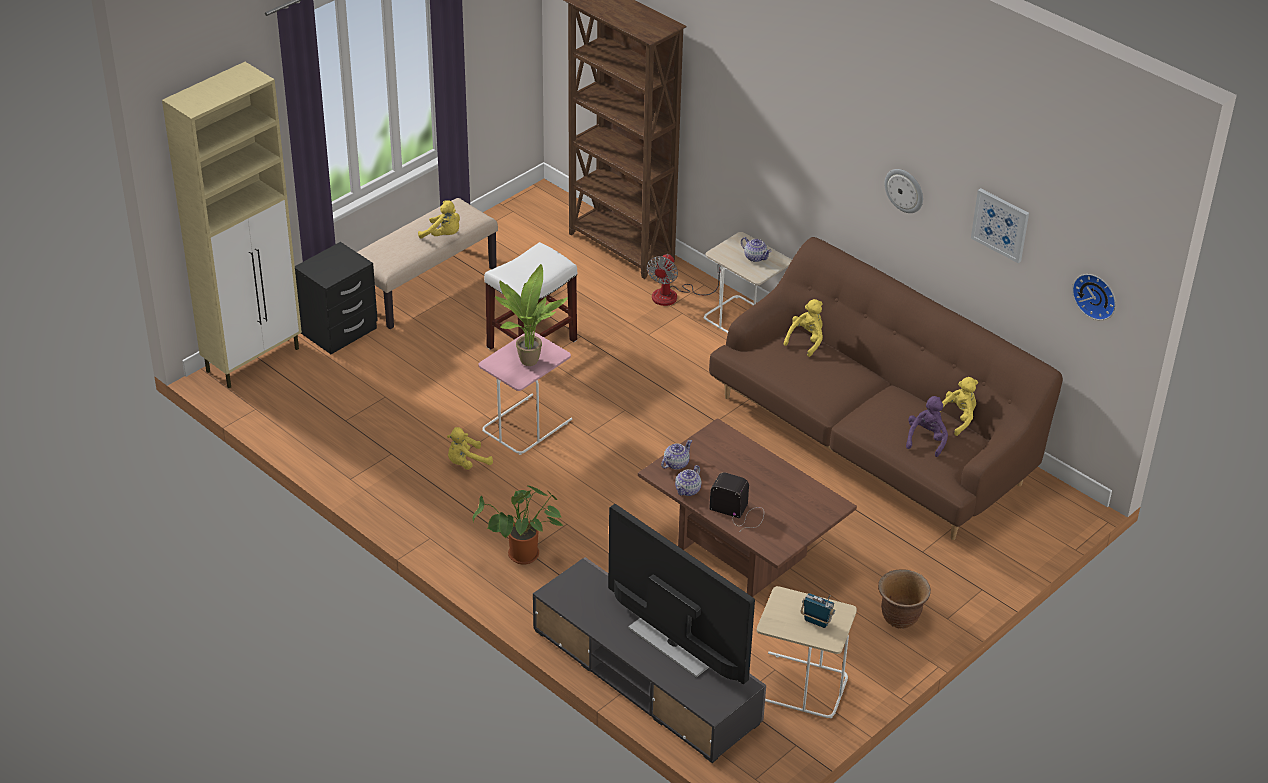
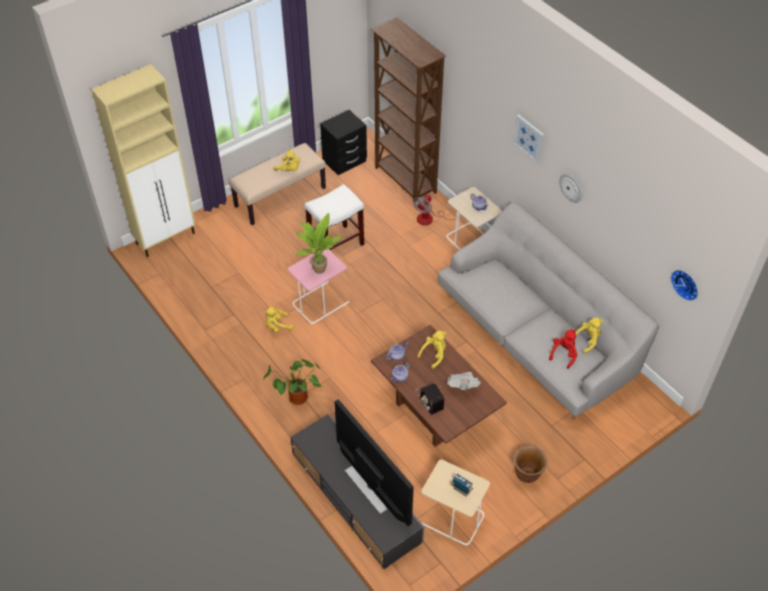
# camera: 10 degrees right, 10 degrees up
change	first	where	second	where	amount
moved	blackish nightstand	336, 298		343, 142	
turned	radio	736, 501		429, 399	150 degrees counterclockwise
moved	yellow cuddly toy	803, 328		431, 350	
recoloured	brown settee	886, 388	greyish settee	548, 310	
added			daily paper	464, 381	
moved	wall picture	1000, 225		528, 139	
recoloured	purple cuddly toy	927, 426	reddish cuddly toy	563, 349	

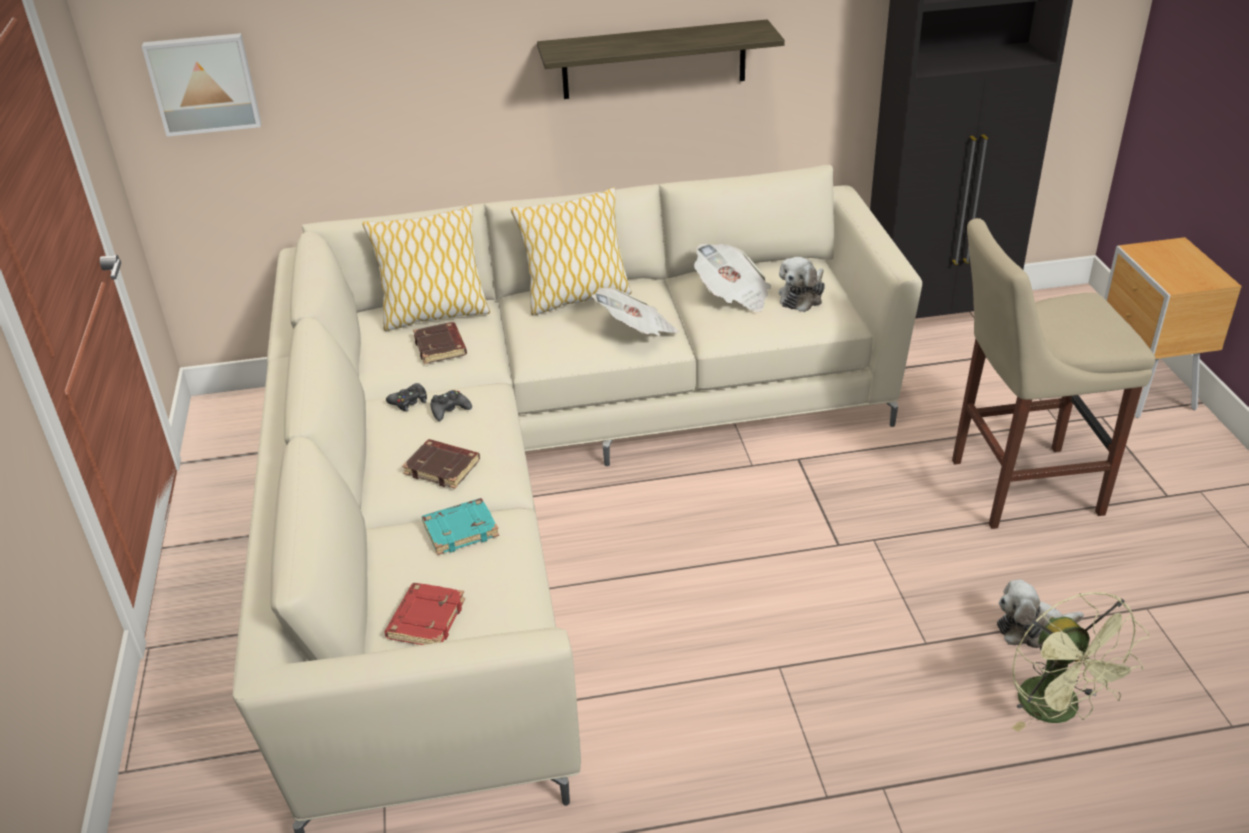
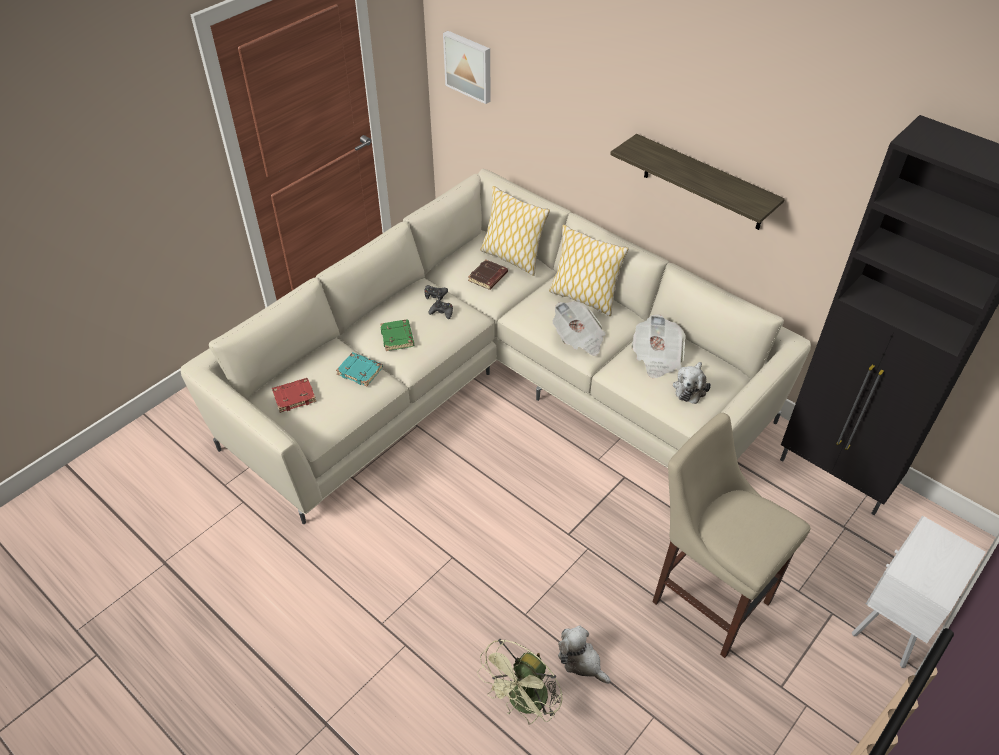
# camera: 50 degrees right, 10 degrees up
change	first	where	second	where	amount
recoloured	brown bound book	441, 464	greenish bound book	397, 335	
turned	cuddly toy	802, 284		692, 383	60 degrees counterclockwise
recoloured	brown nightstand	1173, 327	white nightstand	919, 592	

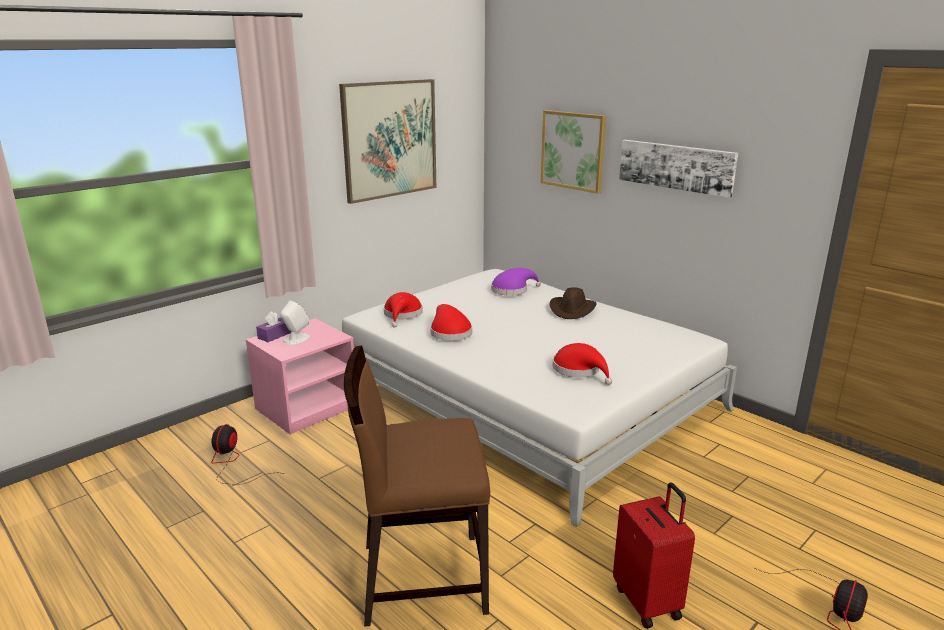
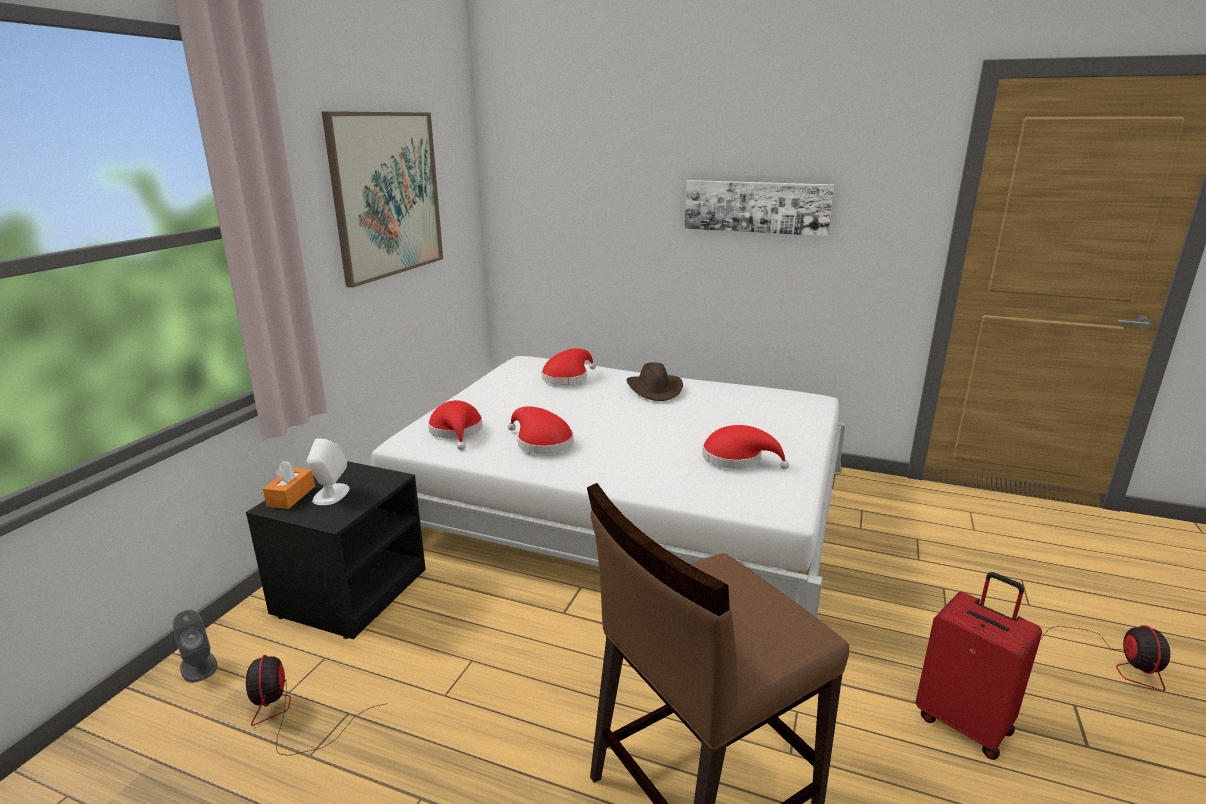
# camera: 25 degrees left, 0 degrees up
change	first	where	second	where	amount
added			greyish speaker	195, 646	
recoloured	pinkish nightstand	299, 376	blackish nightstand	336, 550	
recoloured	purple tissue holder	273, 326	orange tissue holder	289, 484	
recoloured	purple wearable hat	516, 281	reddish wearable hat	569, 366	
removed	wall picture	573, 152			

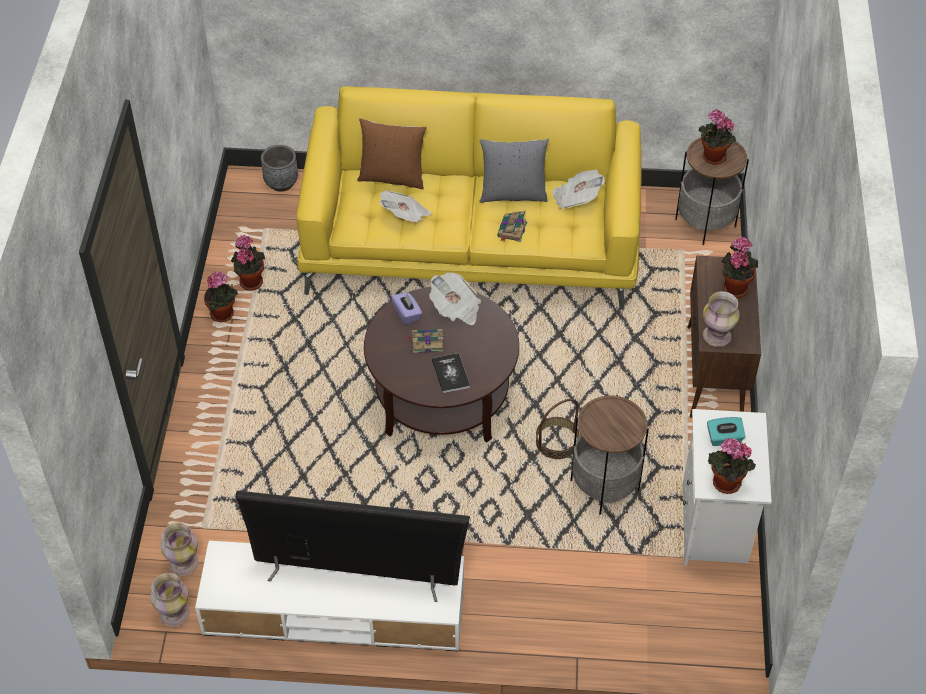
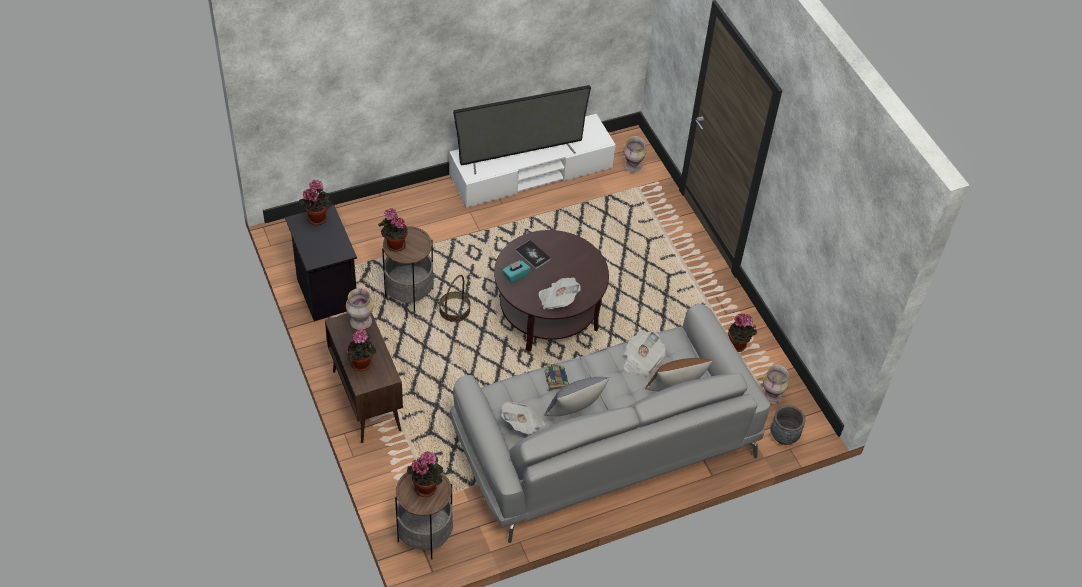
# camera: 150 degrees right, 0 degrees up
change	first	where	second	where	amount
recoloured	white nightstand	727, 487	blackish nightstand	321, 263	
moved	houseplant	221, 296		393, 230	
recoloured	yellow settee	469, 197	greyish settee	610, 423	
moved	turquoise tissue holder	726, 431		516, 271	
moved	flower vase	169, 600		775, 384	
removed	purple tissue holder	406, 308			
removed	bound book	424, 341			

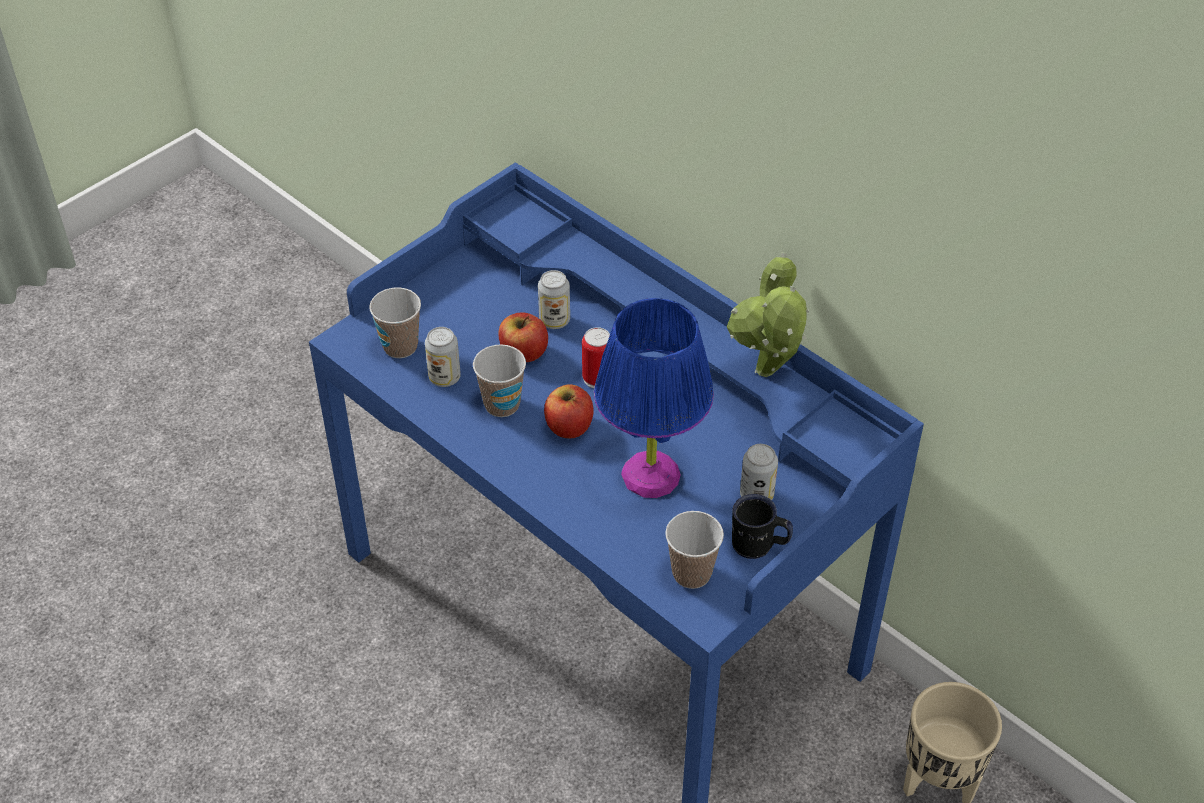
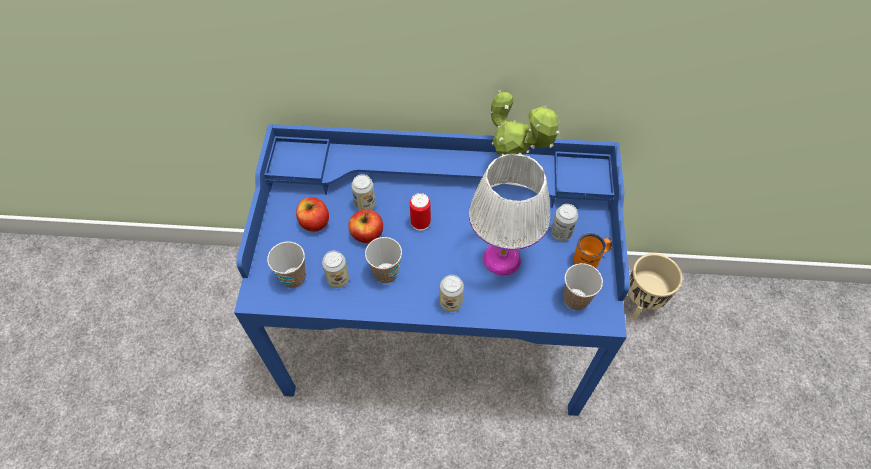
# camera: 40 degrees left, 10 degrees up
change	first	where	second	where	amount
moved	whole apple	569, 411		312, 214	
added			metal can	452, 293	
recoloured	blue-coloured lamp for a table	654, 398	white lamp for a table	509, 214	
recoloured	blackish coffee mug	762, 526	orange coffee mug	592, 250	

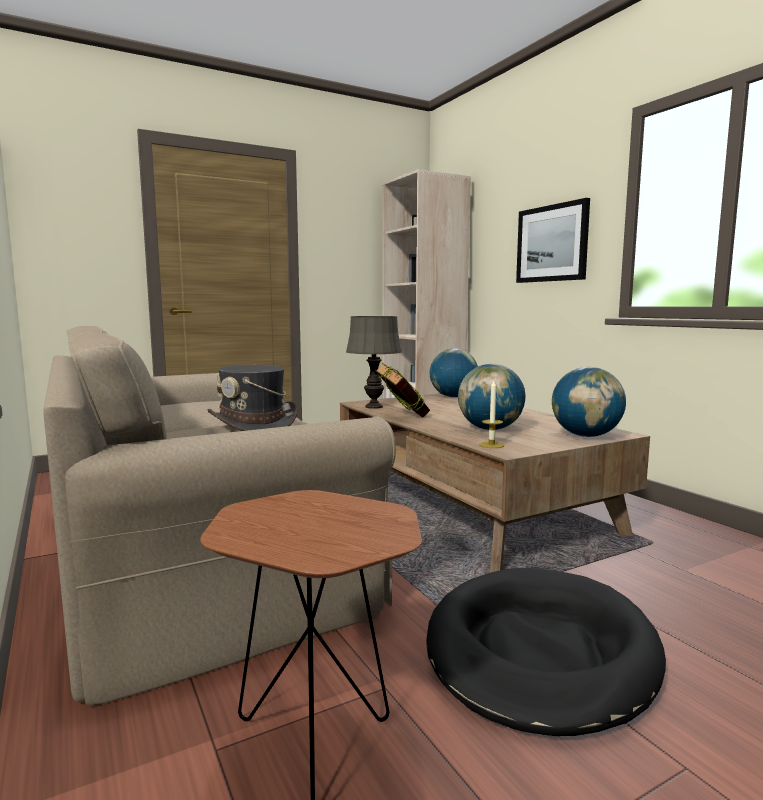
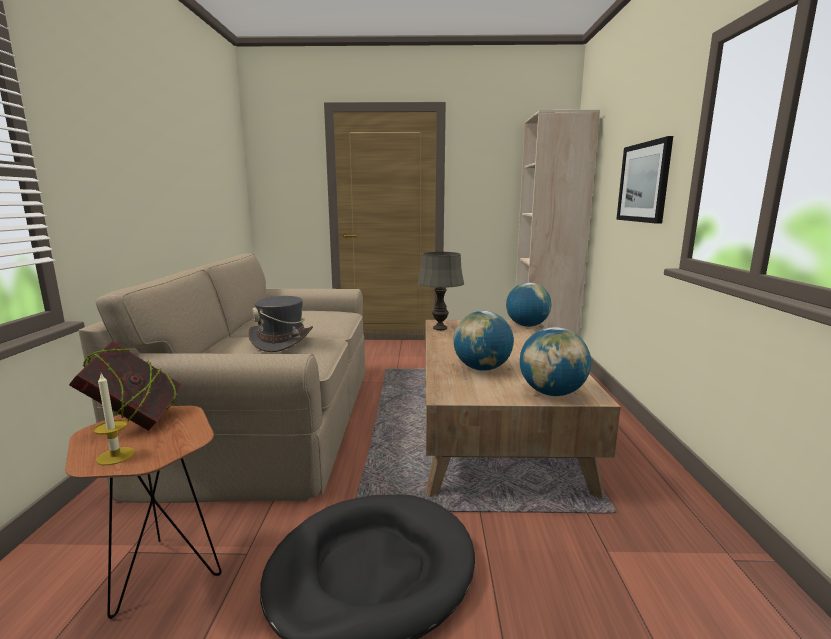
# camera: 30 degrees right, 5 degrees up
change	first	where	second	where	amount
moved	bound book	402, 390		125, 386	
moved	candle	491, 414		114, 419	

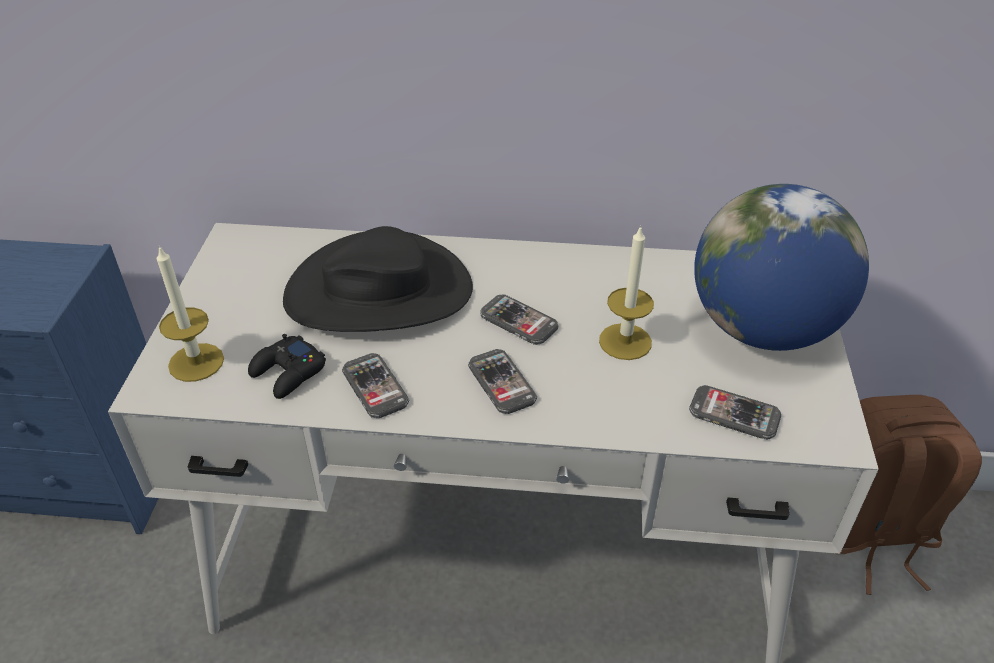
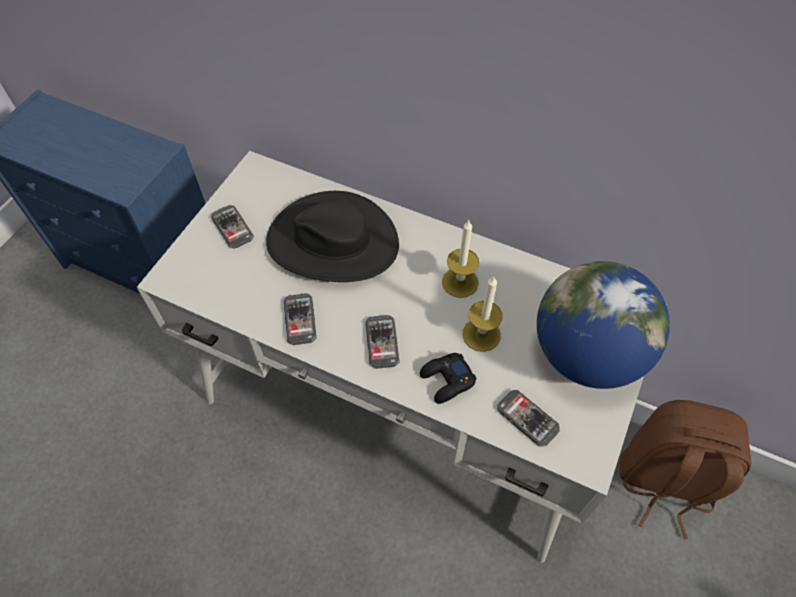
# camera: 20 degrees right, 15 degrees up
change	first	where	second	where	amount
moved	telephone	519, 319		232, 226	
moved	blackish gamepad	287, 366		448, 378	
moved	candle	190, 313		460, 259	

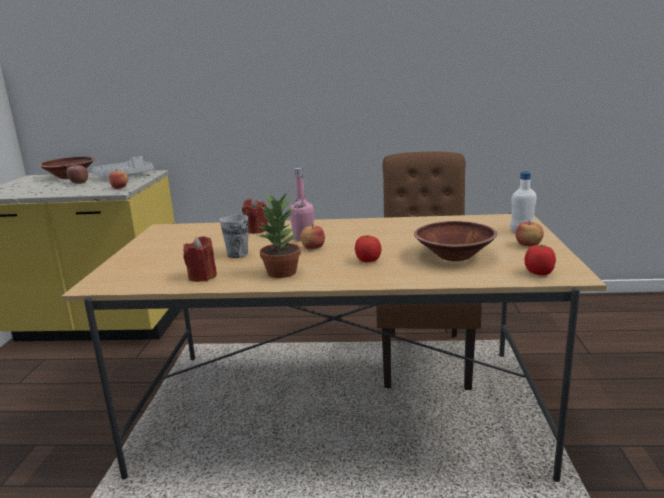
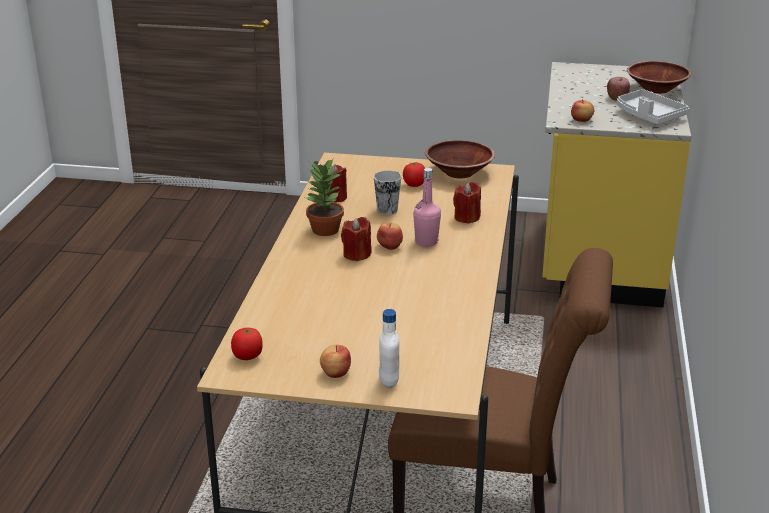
# camera: 95 degrees right, 10 degrees up
change	first	where	second	where	amount
added			reddish candle	356, 239	
moved	tomato	368, 248		414, 174	
moved	brown bowl	455, 241		460, 159	

